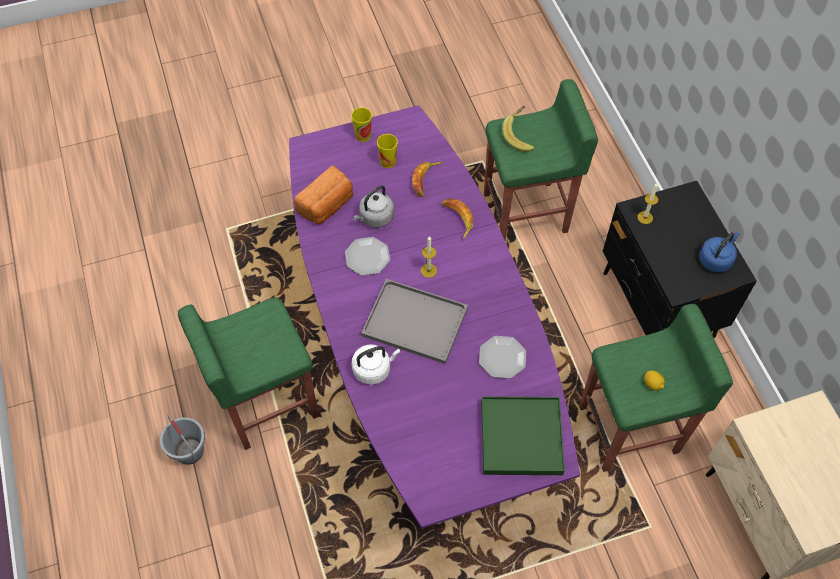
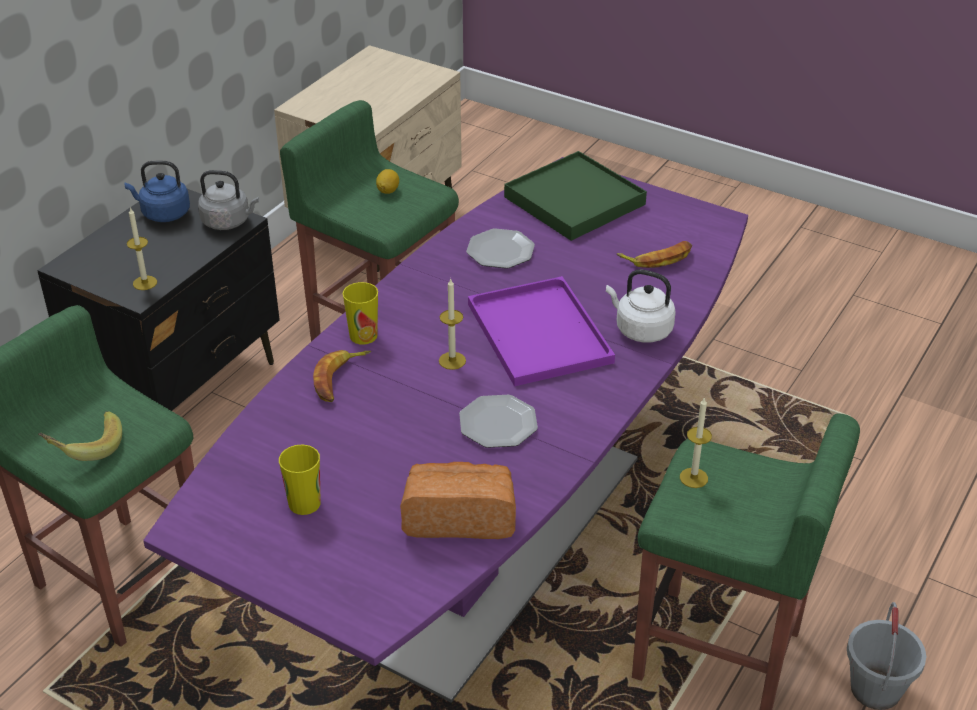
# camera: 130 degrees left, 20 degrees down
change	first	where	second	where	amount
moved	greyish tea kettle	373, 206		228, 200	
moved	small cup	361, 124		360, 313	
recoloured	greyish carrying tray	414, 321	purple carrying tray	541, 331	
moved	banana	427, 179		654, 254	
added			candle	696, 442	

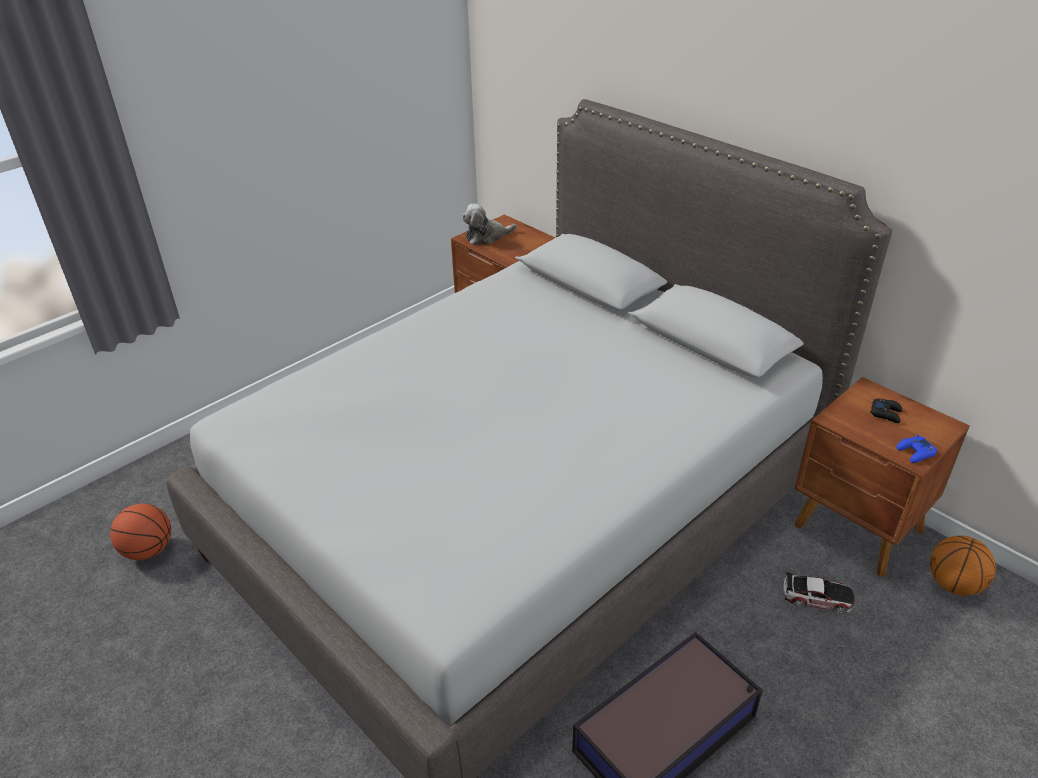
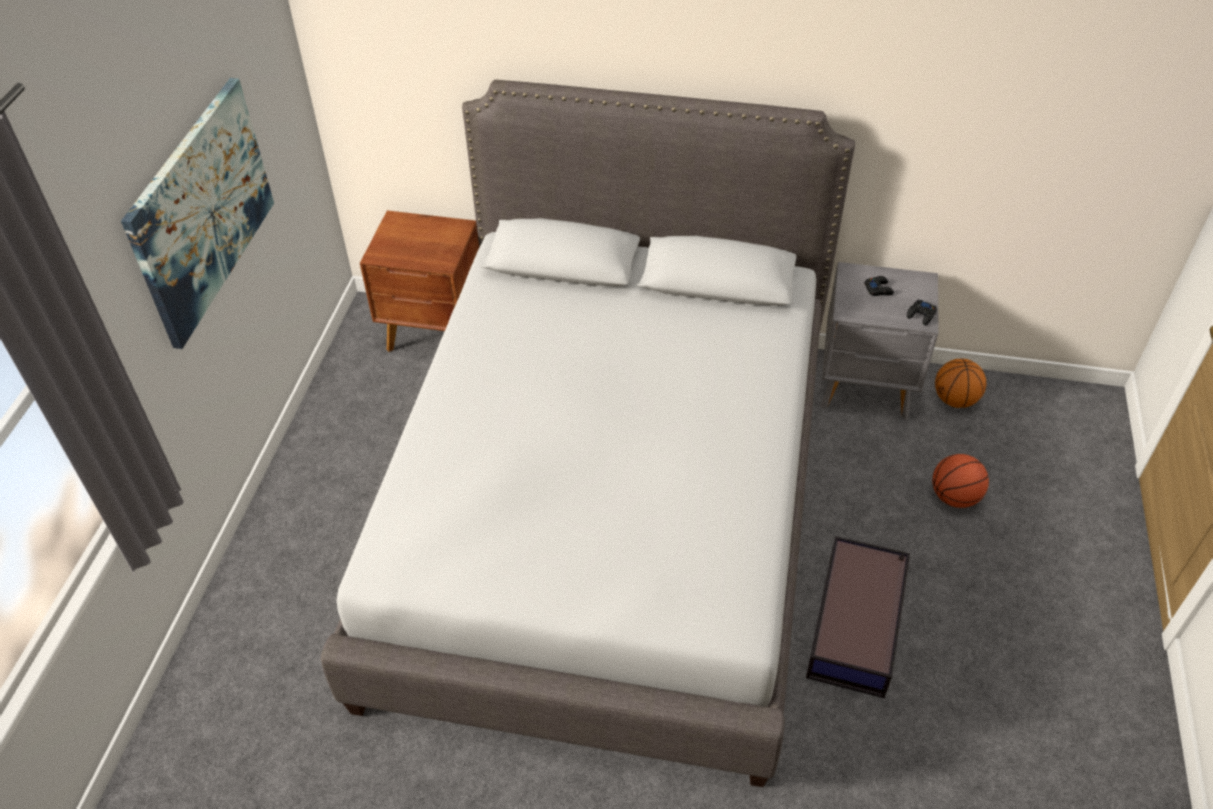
# camera: 35 degrees left, 10 degrees up
change	first	where	second	where	amount
added			wall picture	197, 213	
recoloured	brown nightstand	882, 477	greyish nightstand	879, 341	
recoloured	blue-coloured gamepad	916, 448	blackish gamepad	922, 312	
moved	ball for basketball	140, 532		960, 481	
removed	cuddly toy	489, 224			
removed	miniature car	819, 592			

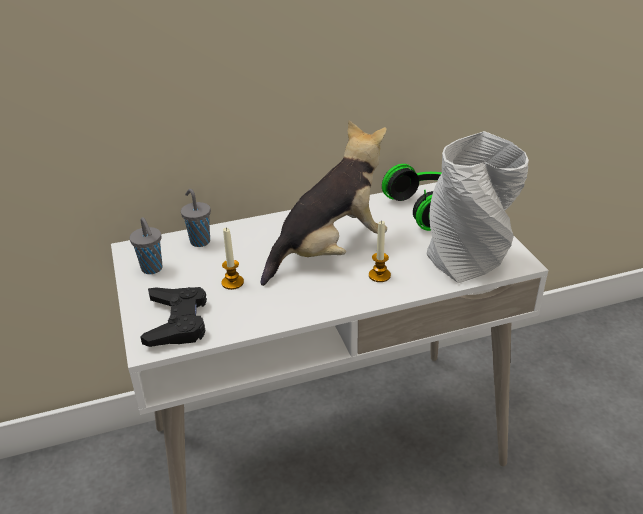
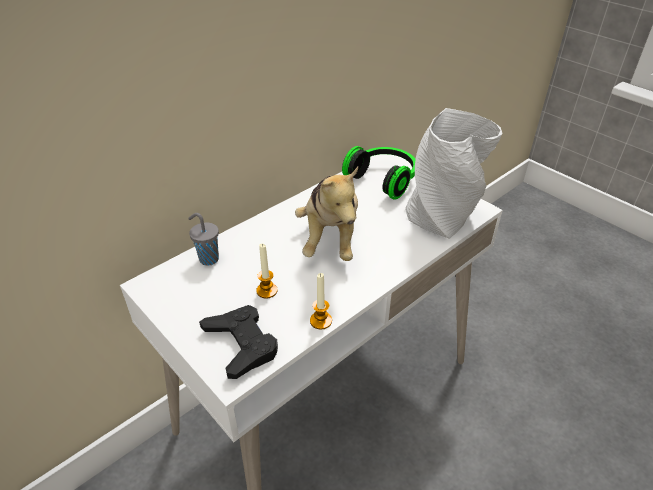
# camera: 25 degrees left, 5 degrees up
change	first	where	second	where	amount
turned	cuddly toy	324, 203		326, 214	150 degrees clockwise
moved	candle	380, 251		321, 301	
removed	greyish small cup	145, 245			

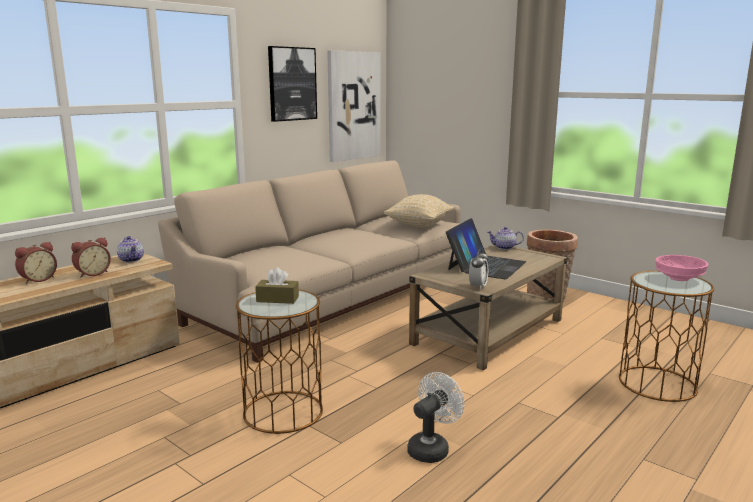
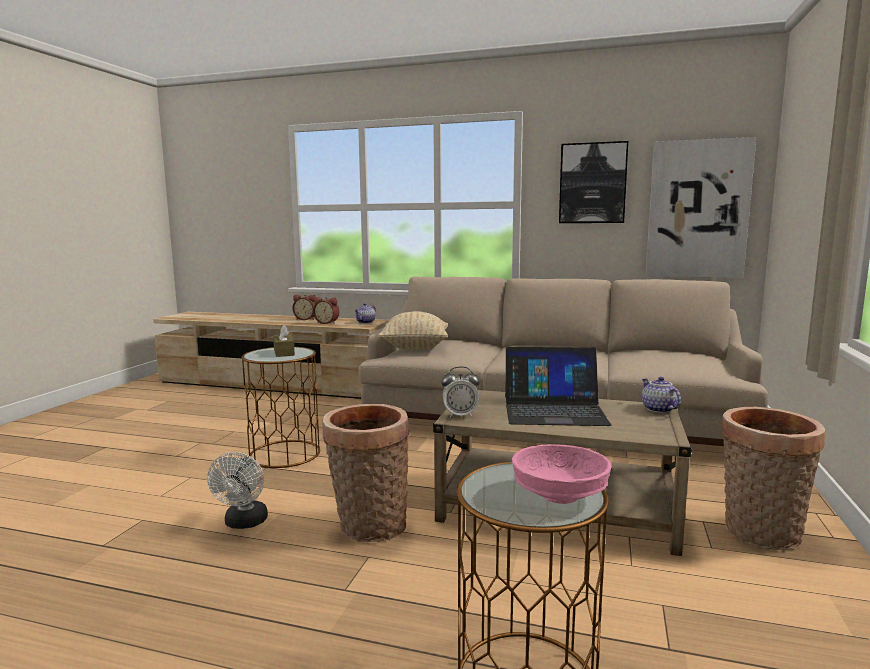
# camera: 65 degrees right, 5 degrees down
change	first	where	second	where	amount
turned	white fan	435, 417		237, 490	75 degrees clockwise
added			basket	366, 473	
moved	beige-coloured pillow	419, 210		413, 330	

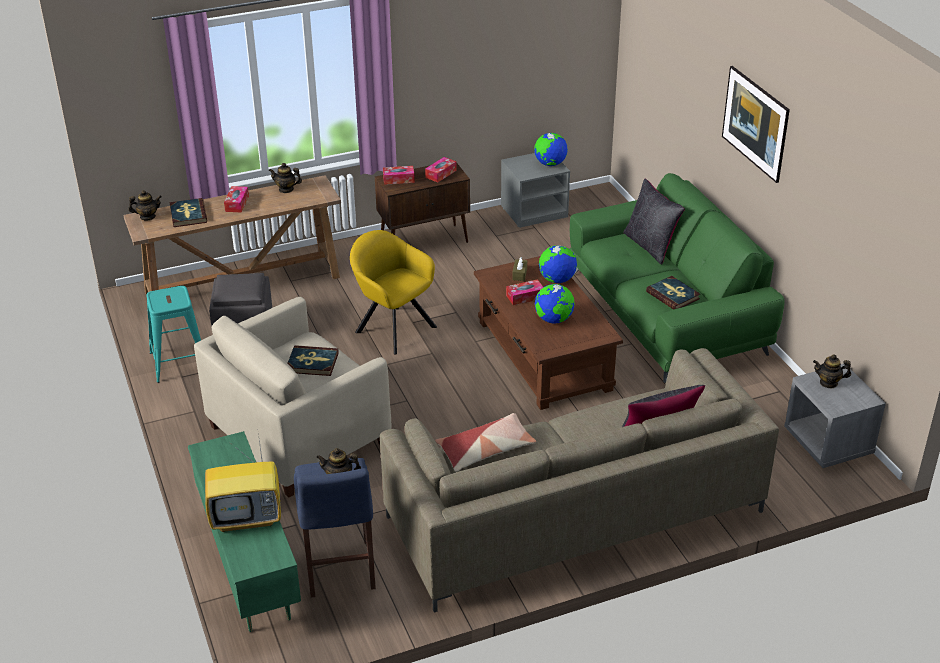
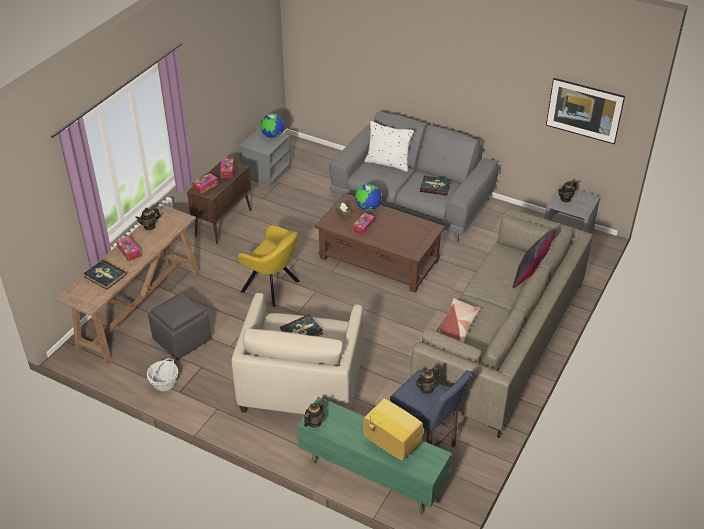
# camera: 40 degrees left, 5 degrees up
change	first	where	second	where	amount
replaced	turquoise stool	173, 334	basket	162, 374	
turned	yellow lounge chair	393, 292		269, 266	150 degrees counterclockwise
moved	pot for tea	145, 205		314, 414	
recoloured	greenish settee	677, 278	greyish settee	413, 176	
turned	television	243, 482		393, 430	90 degrees counterclockwise
recoloured	blackish pillow	654, 222	white pillow	389, 146	
moved	wall picture	756, 124		585, 111	
removed	world globe	555, 304			

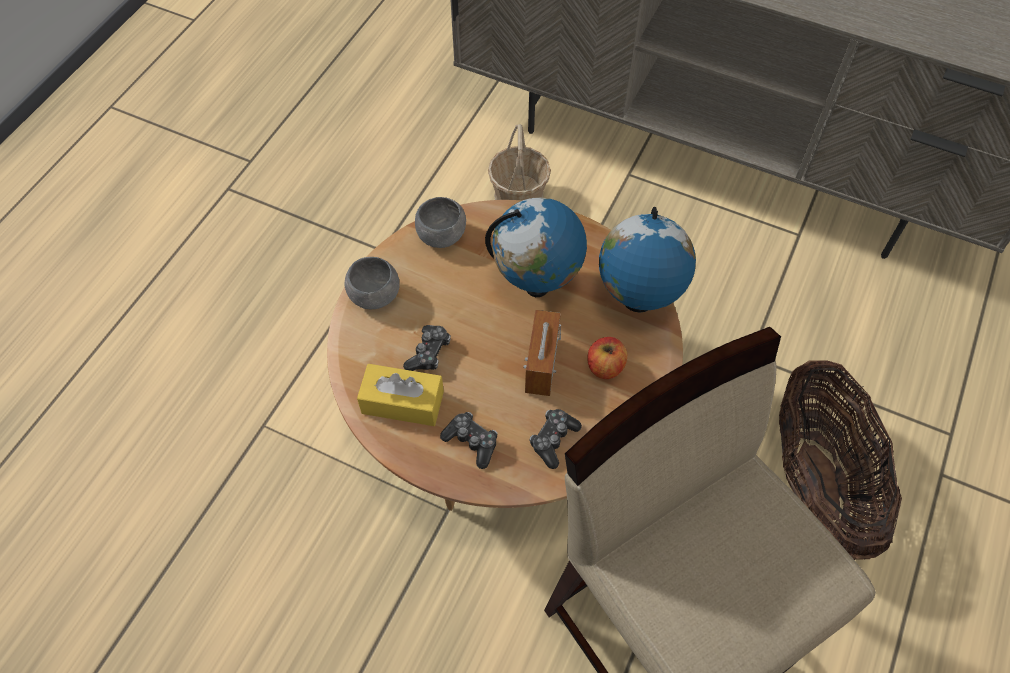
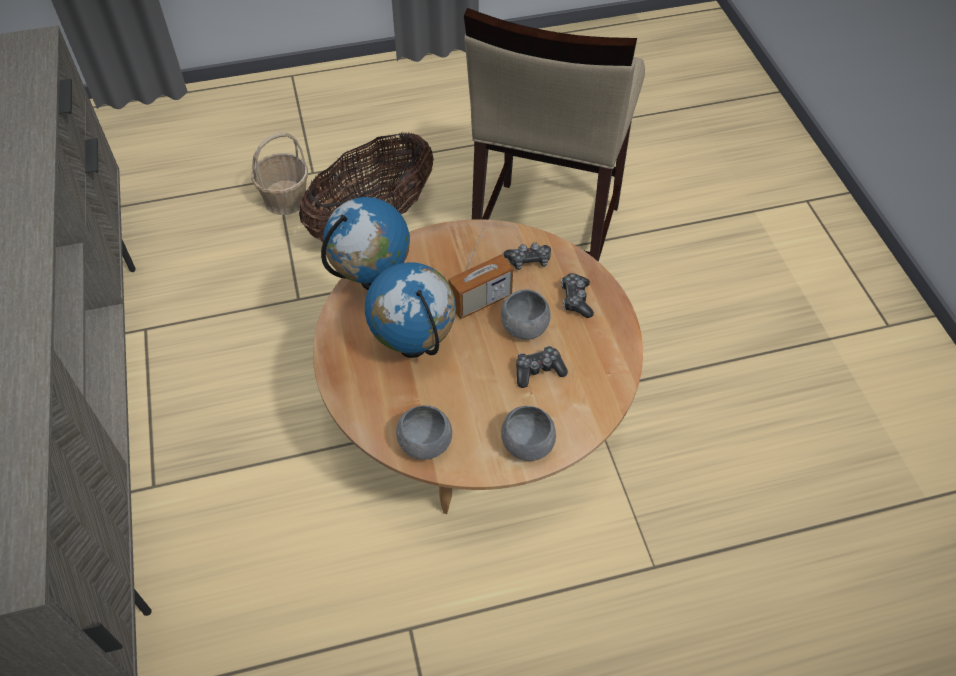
# camera: 130 degrees left, 5 degrees down
change	first	where	second	where	amount
moved	basket	519, 162		279, 174	
added			greyish bowl	526, 314	
removed	yellow tissue holder	400, 395			
removed	whole apple	607, 358			

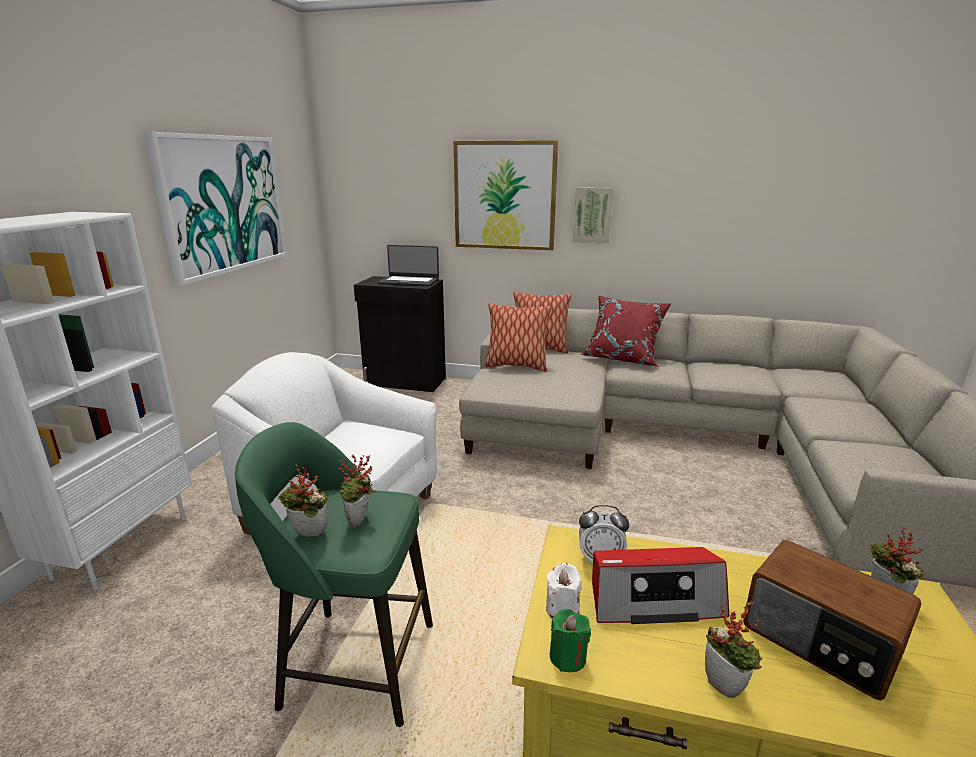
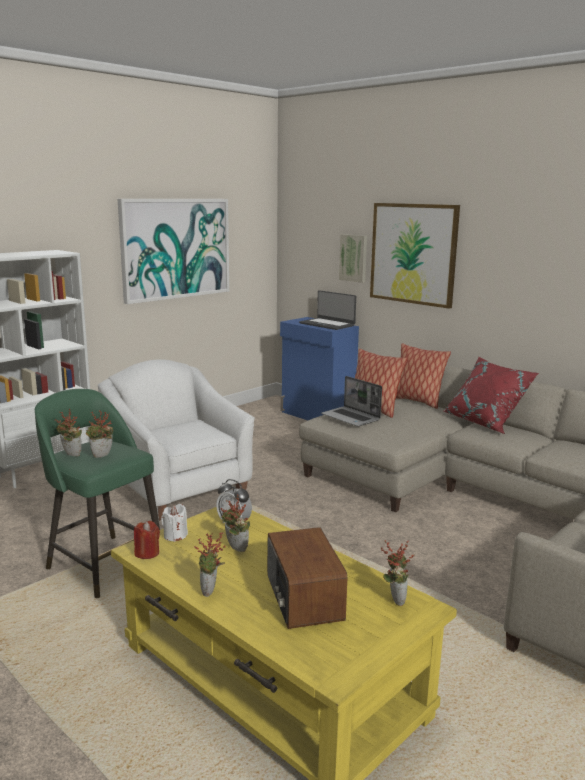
# camera: 30 degrees right, 5 degrees down
change	first	where	second	where	amount
recoloured	greenish candle	570, 640	reddish candle	147, 540	
replaced	radio	660, 585	houseplant	235, 523	
recoloured	blackish cupboard	400, 334	blue-coloured cupboard	319, 368	
added			laptop	351, 401	
moved	wall picture	593, 215		353, 258	

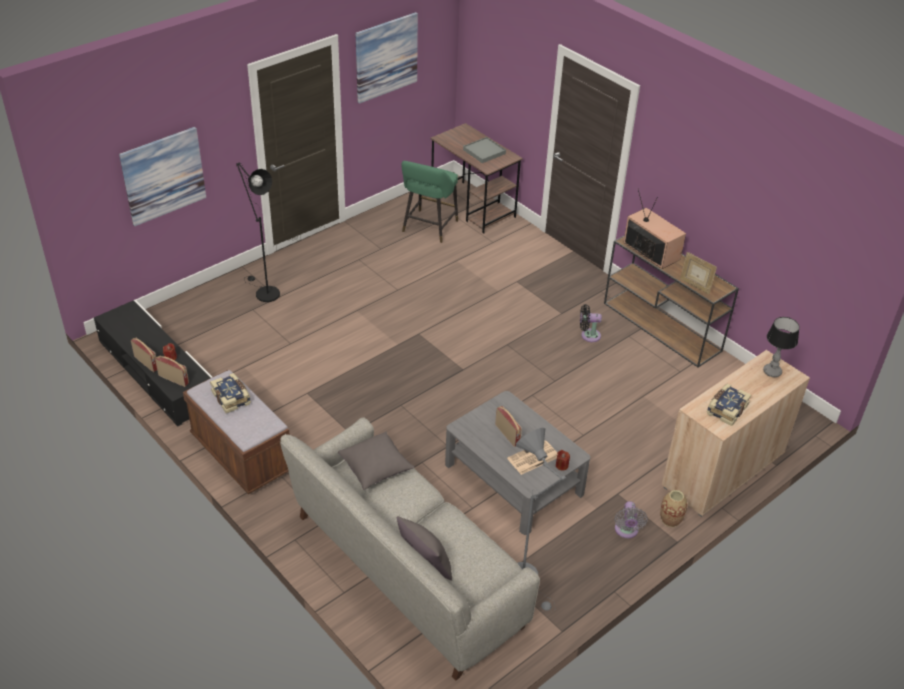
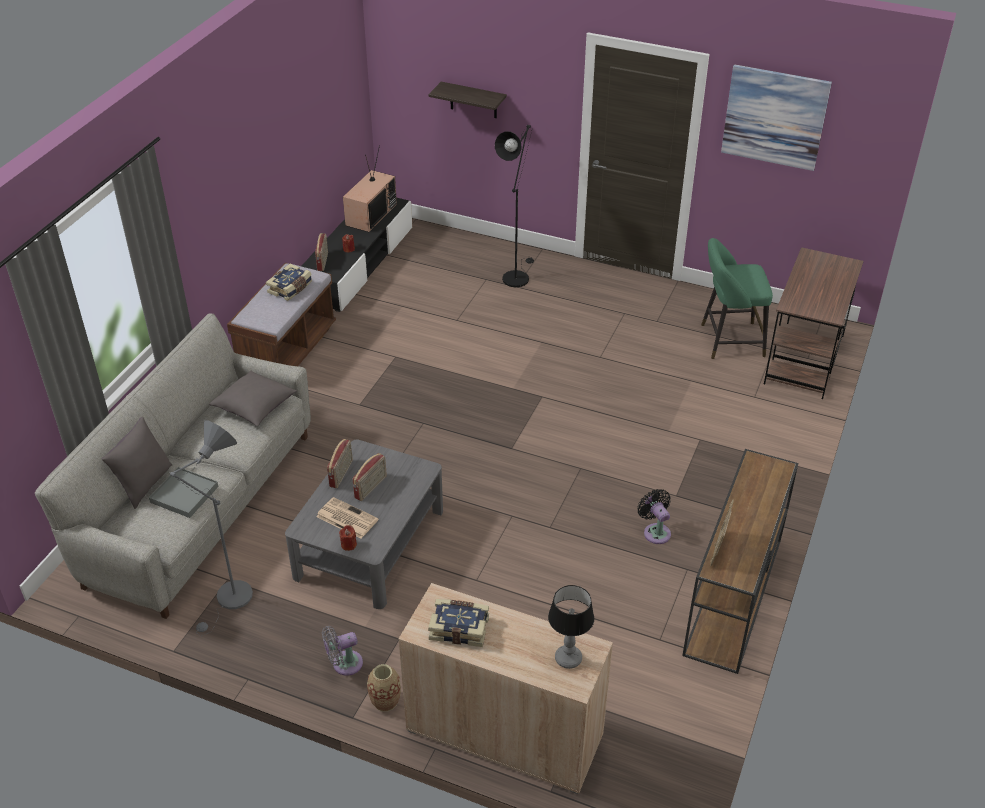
# camera: 65 degrees right, 0 degrees up
change	first	where	second	where	amount
moved	greyish carrying tray	484, 150		183, 492	
moved	radio	144, 355		340, 463	
moved	television	655, 229		370, 188	
replaced	wall picture	162, 176	bracket shelf	467, 100	

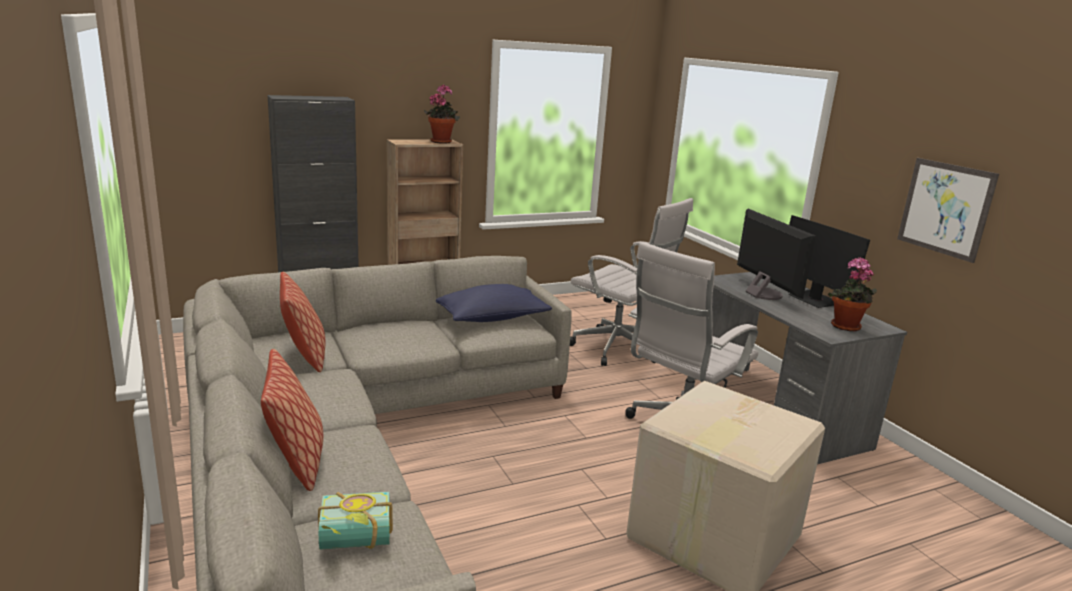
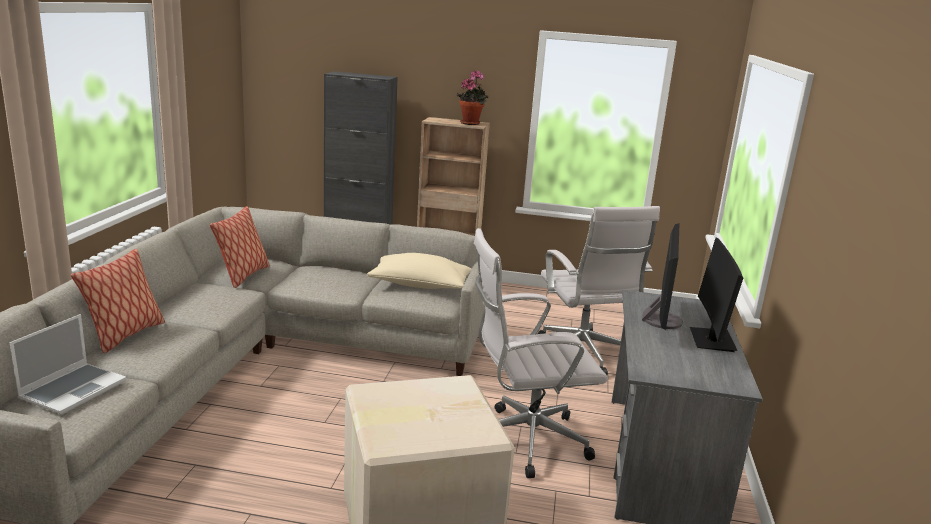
# camera: 35 degrees right, 0 degrees up
change	first	where	second	where	amount
replaced	bound book	355, 521	laptop	68, 364	
recoloured	blue-coloured pillow	494, 303	beige-coloured pillow	419, 271	
removed	houseplant	852, 294			
removed	wall picture	948, 210			

